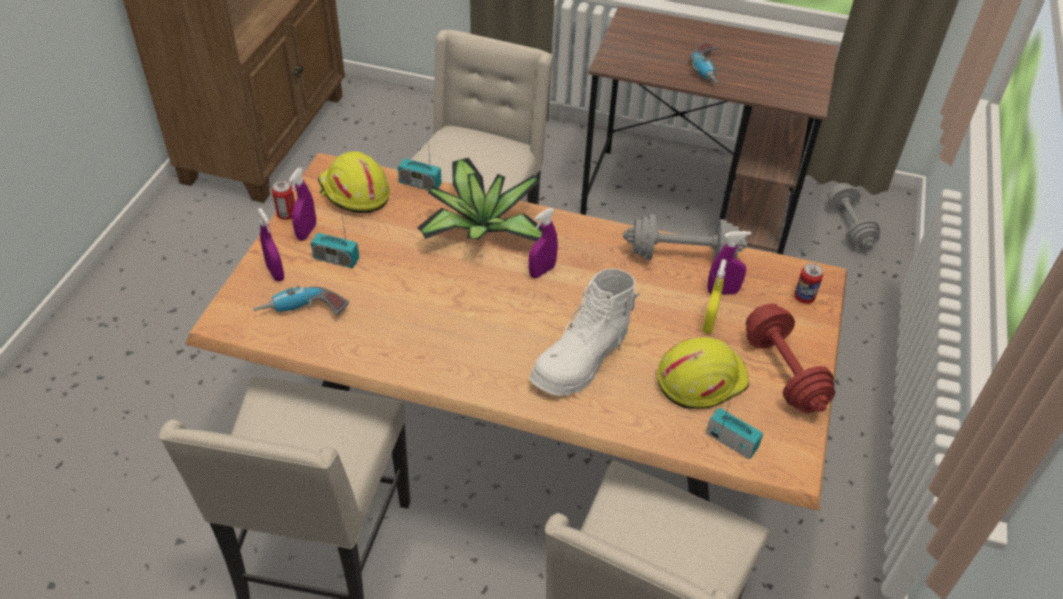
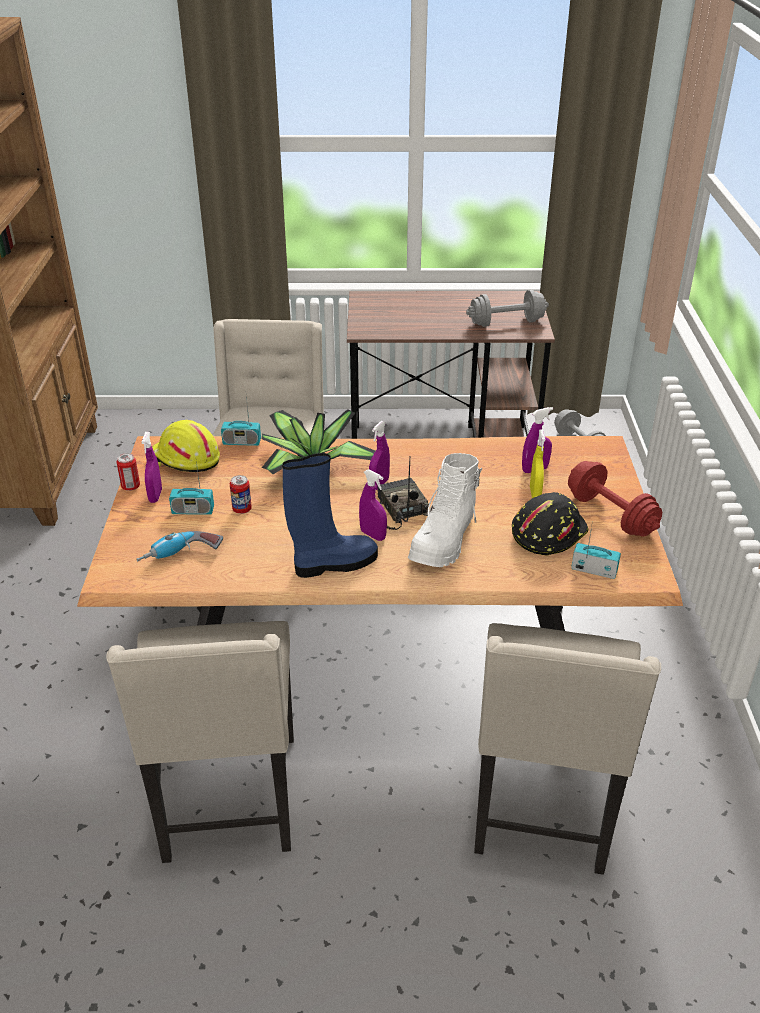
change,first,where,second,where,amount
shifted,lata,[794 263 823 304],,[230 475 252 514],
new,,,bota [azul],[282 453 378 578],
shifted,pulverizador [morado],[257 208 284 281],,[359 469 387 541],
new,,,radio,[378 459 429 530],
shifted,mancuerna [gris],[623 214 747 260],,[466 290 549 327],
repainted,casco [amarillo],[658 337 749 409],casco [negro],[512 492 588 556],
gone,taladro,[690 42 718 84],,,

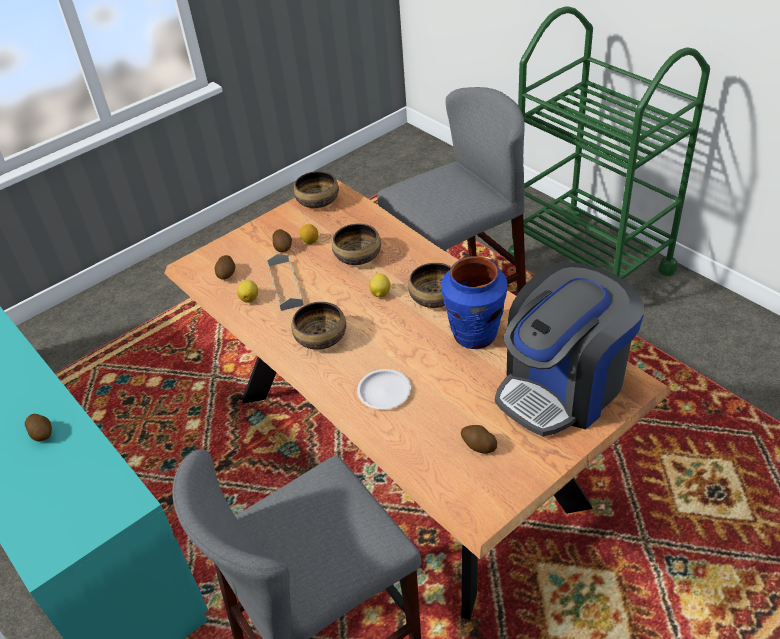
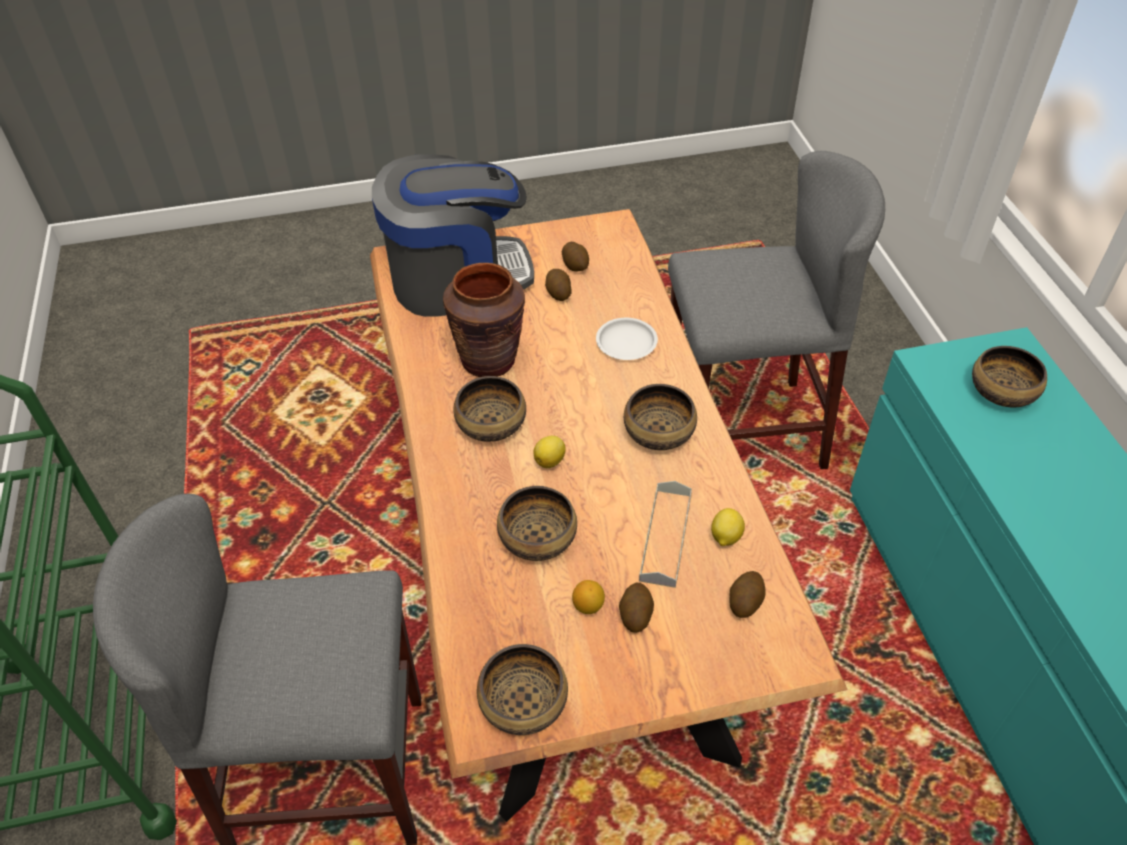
change,first,where,second,where,amount
repainted,florero [azul],[441 256 508 349],florero [marrón],[443 263 525 377],
shifted,patata,[25 414 52 441],,[545 269 572 301],
new,,,cuenco,[972 346 1047 407],

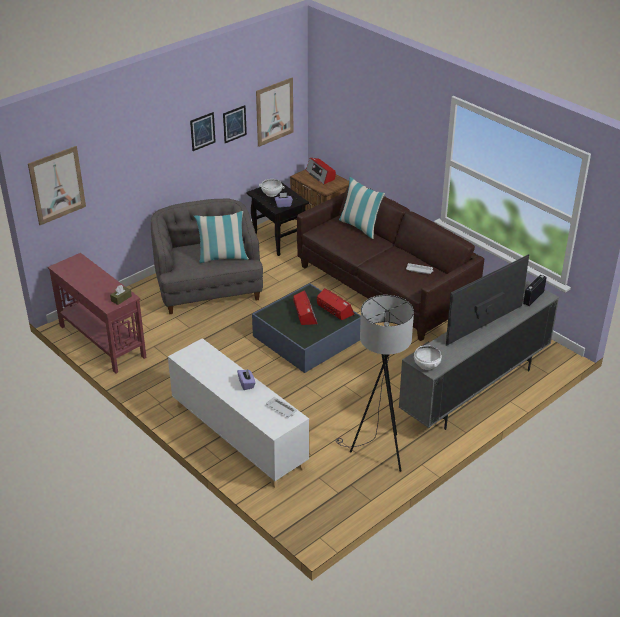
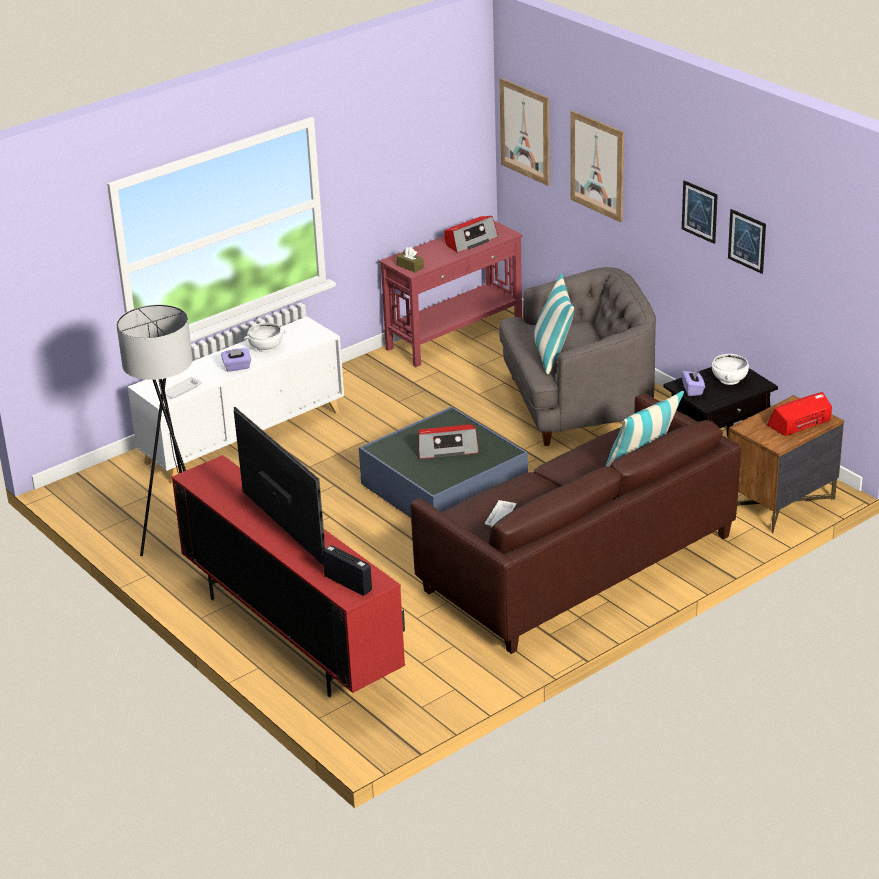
change,first,where,second,where,amount
repainted,mueble de televisión [gris],[399 281 559 430],mueble de televisión [rojo],[172 455 405 698],
shifted,cuenco [blanco],[414 345 442 370],,[244 323 286 352],
shifted,radio,[317 288 355 320],,[445 216 498 253],
shifted,cuadro,[256 78 293 147],,[570 111 624 223],

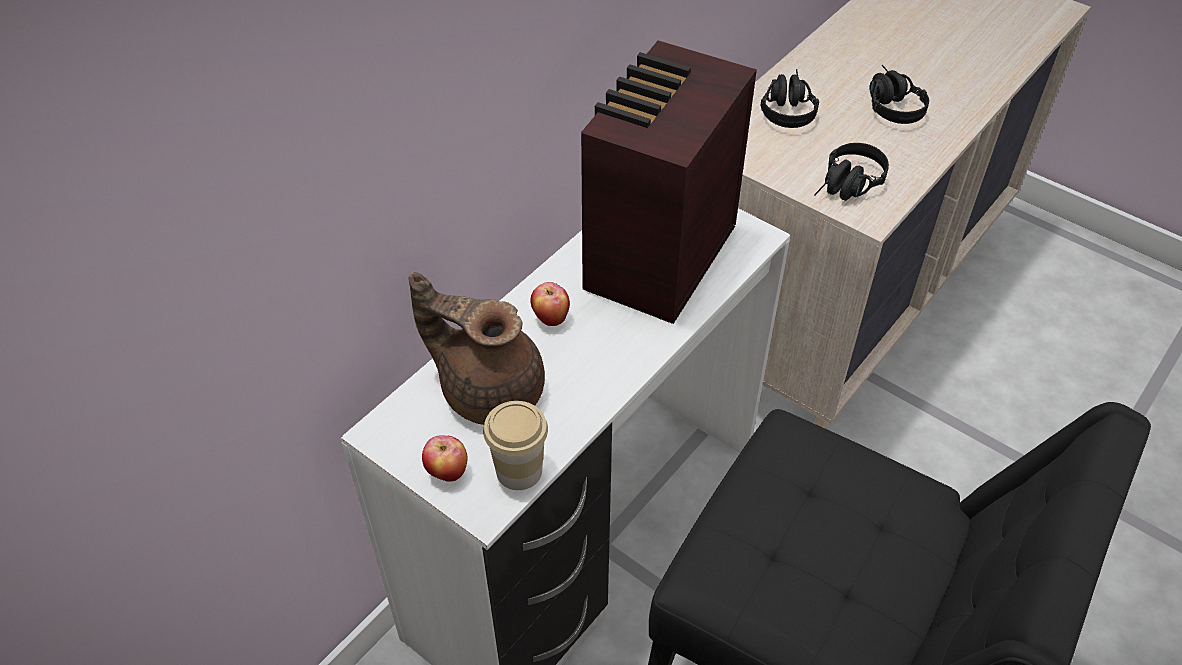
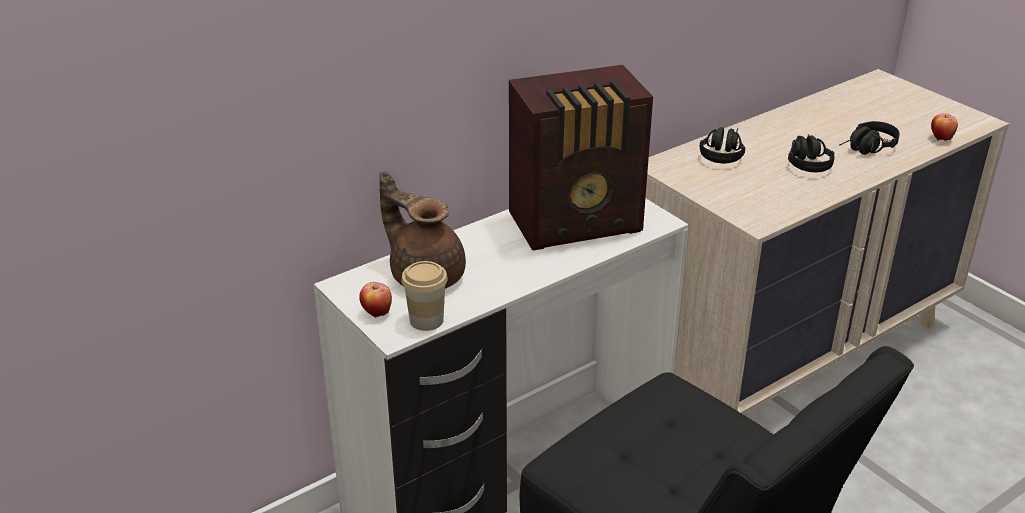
change,first,where,second,where,amount
rotated,radio,[581 40 757 324],,[509 65 653 251],150 degrees counterclockwise
shifted,auriculares [negro],[814 143 889 201],,[839 121 900 155],
shifted,manzana,[530 282 570 326],,[931 113 958 141],

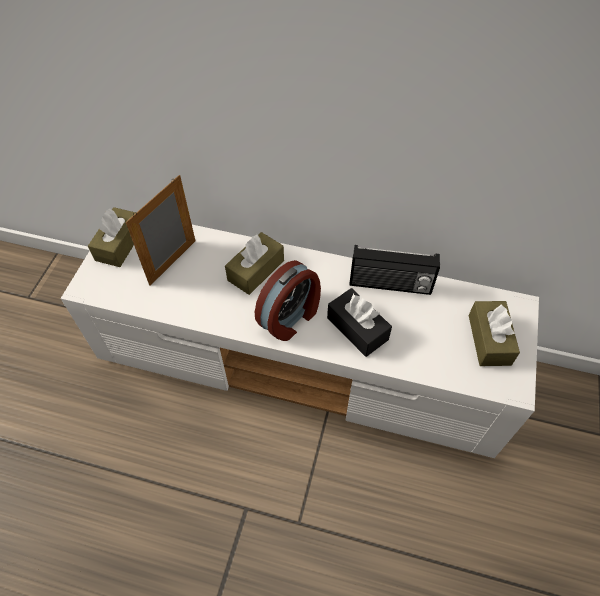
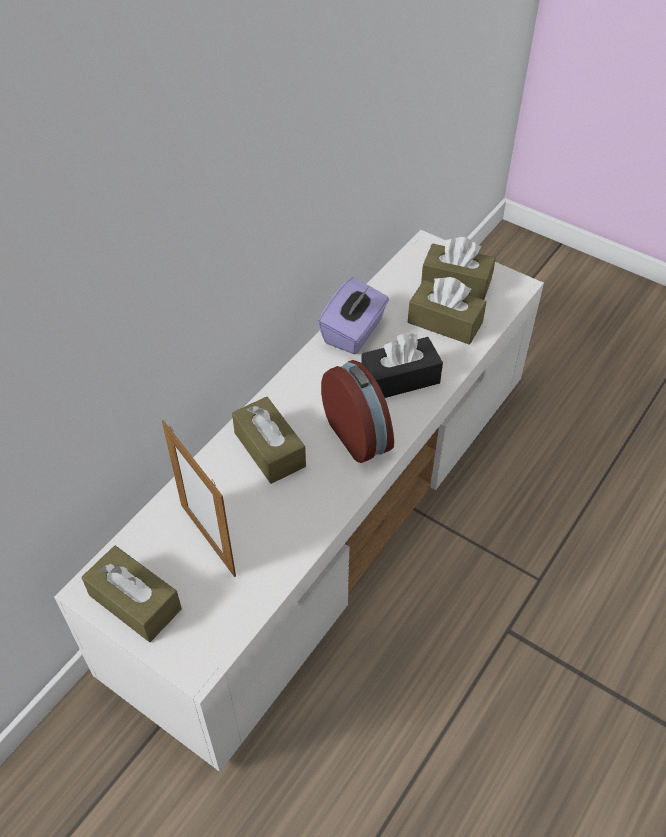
change,first,where,second,where,amount
swapped,radio,[349 245 440 295],caja de pañuelos [morado],[318 277 389 354],
new,,,caja de pañuelos [marrón],[408 277 486 345],

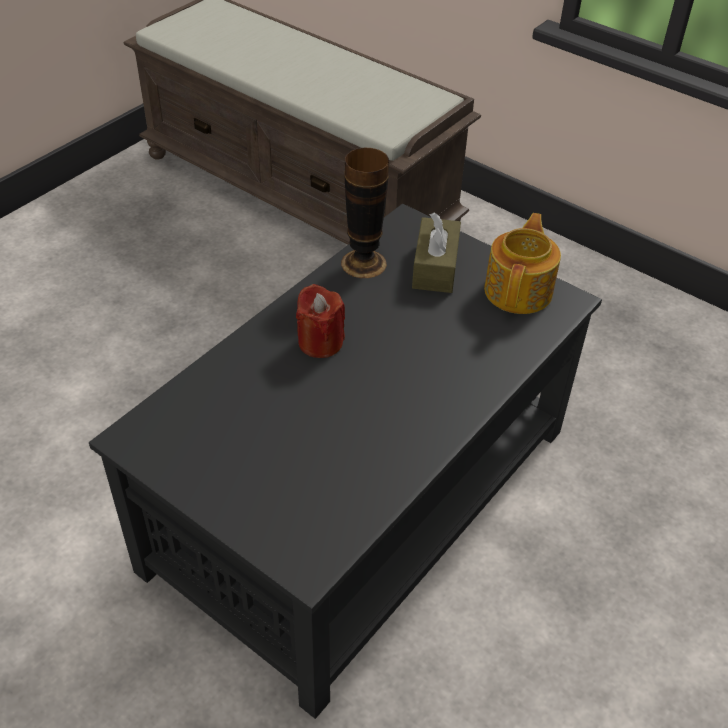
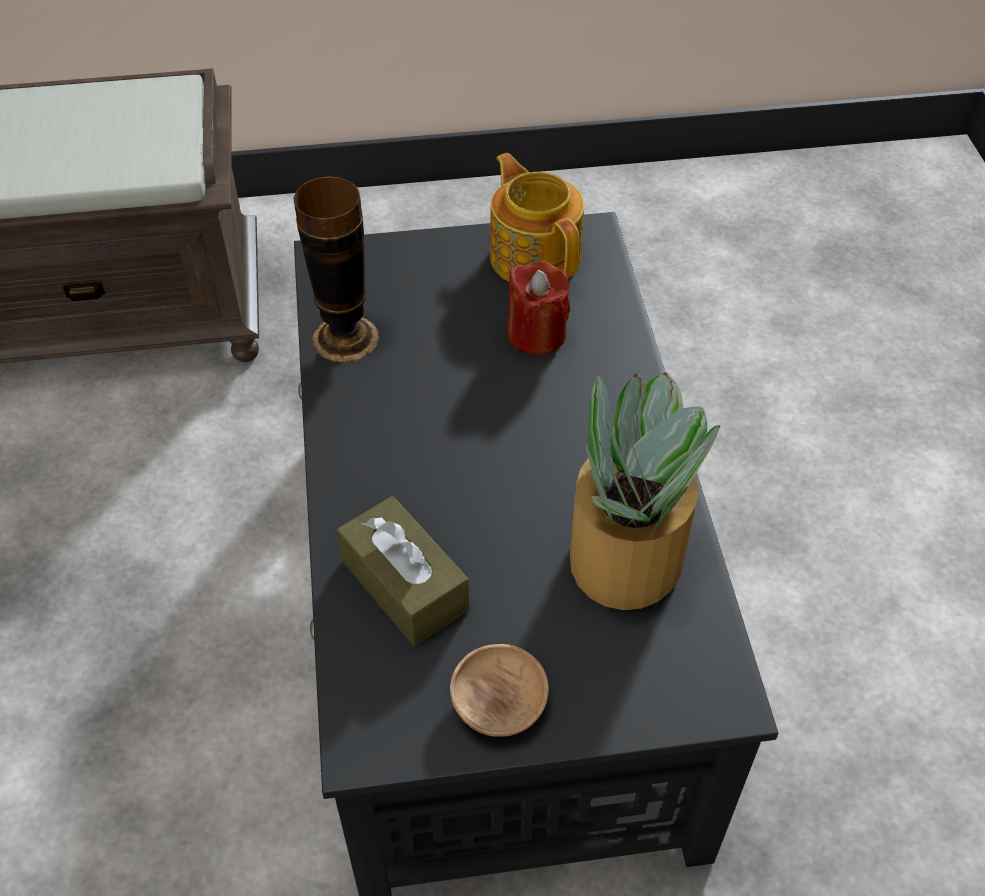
change,first,where,second,where,amount
shifted,caja de pañuelos [marrón],[412 213 461 293],,[337 496 470 646],
new,,,cuenco [marrón],[450 644 549 737],
shifted,vela [rojo],[296 284 345 358],,[506 260 570 355],
new,,,planta en maceta,[570 372 720 610],

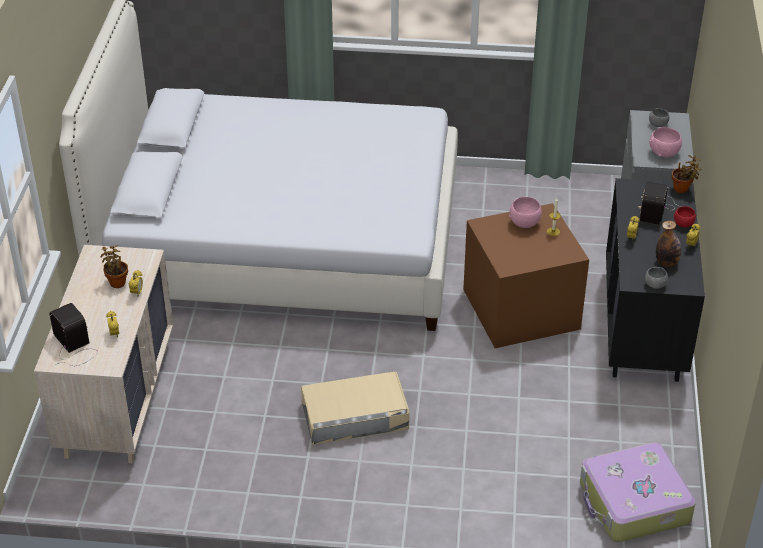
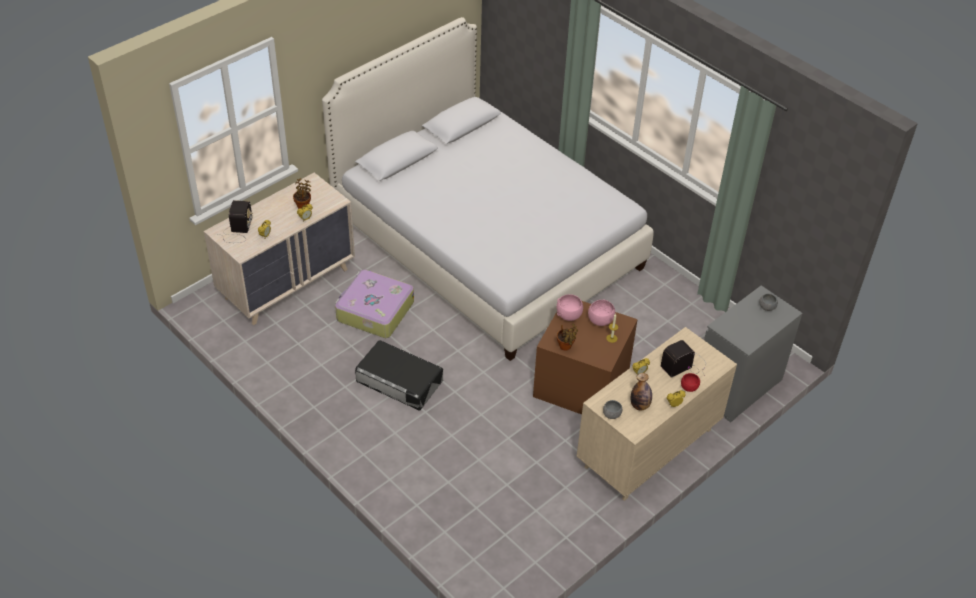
change,first,where,second,where,amount
shifted,maleta,[580 442 696 542],,[335 270 414 338],
repainted,caja de almacenaje [beis],[301 371 409 445],caja de almacenaje [negro],[355 341 443 410],
shifted,cuenco [rosa],[649 127 682 158],,[556 294 583 321],
shifted,planta en maceta,[672 155 702 193],,[557 323 578 351],
repainted,cómoda [negro],[606 178 705 382],cómoda [beis],[577 327 737 501],

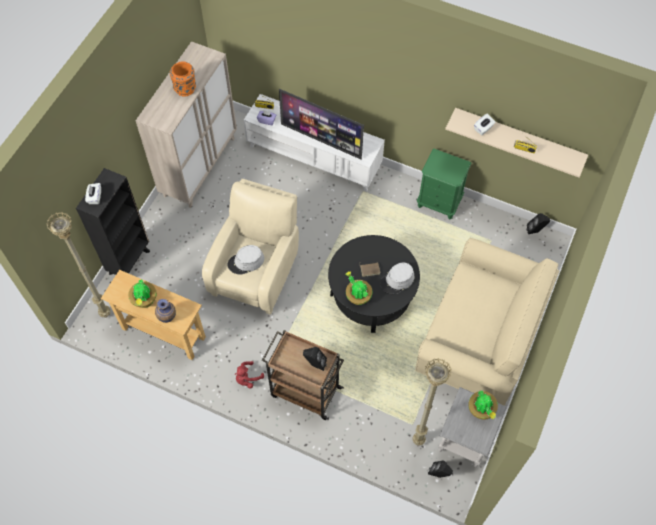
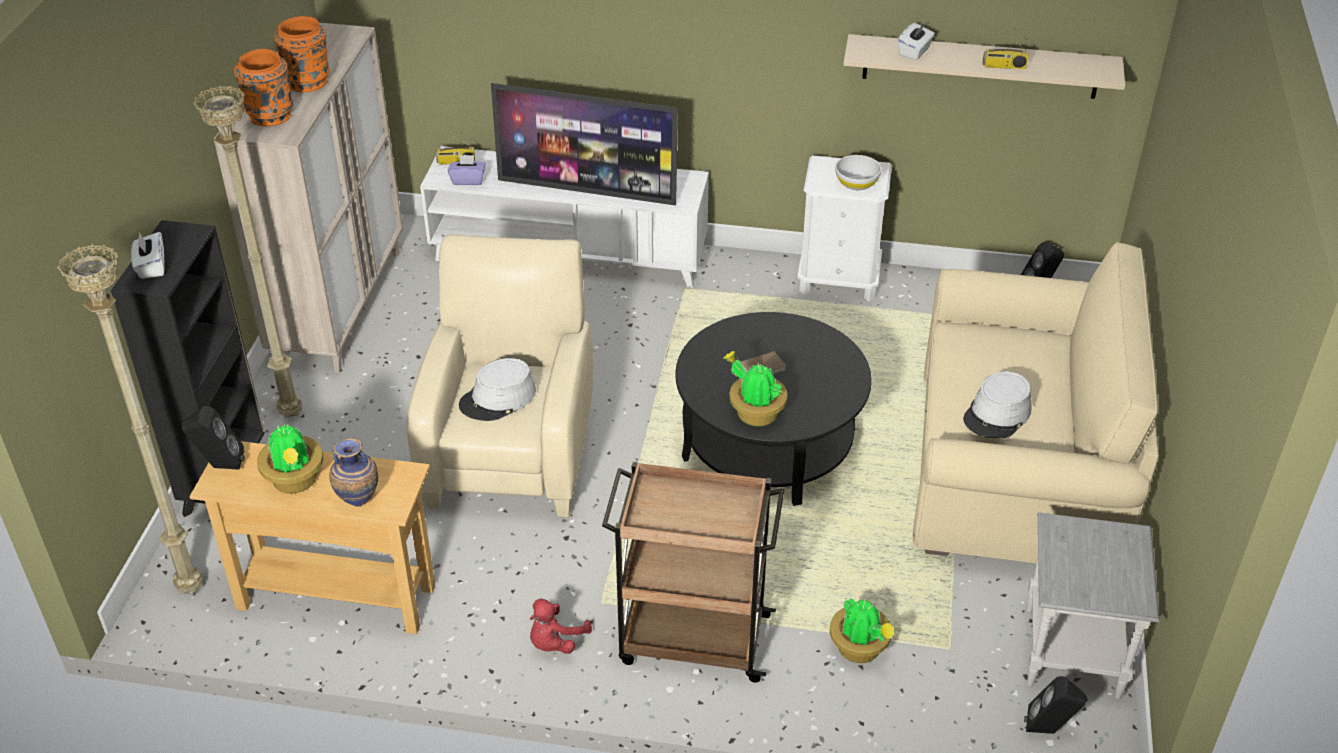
change,first,where,second,where,amount
shifted,altavoz [negro],[303 347 327 371],,[182 406 245 470],
shifted,lámpara de pie [beis],[413 358 452 445],,[193 85 302 418],
new,,,florero [naranja],[234 49 293 126],
repainted,mesita de noche [verde],[417 149 472 220],mesita de noche [blanco],[797 155 892 301],
shifted,planta en maceta,[468 390 498 420],,[830 597 894 663],
new,,,cuenco [blanco],[835 155 882 190],
shifted,sombrero [gris],[380 263 415 294],,[963 371 1031 439],

